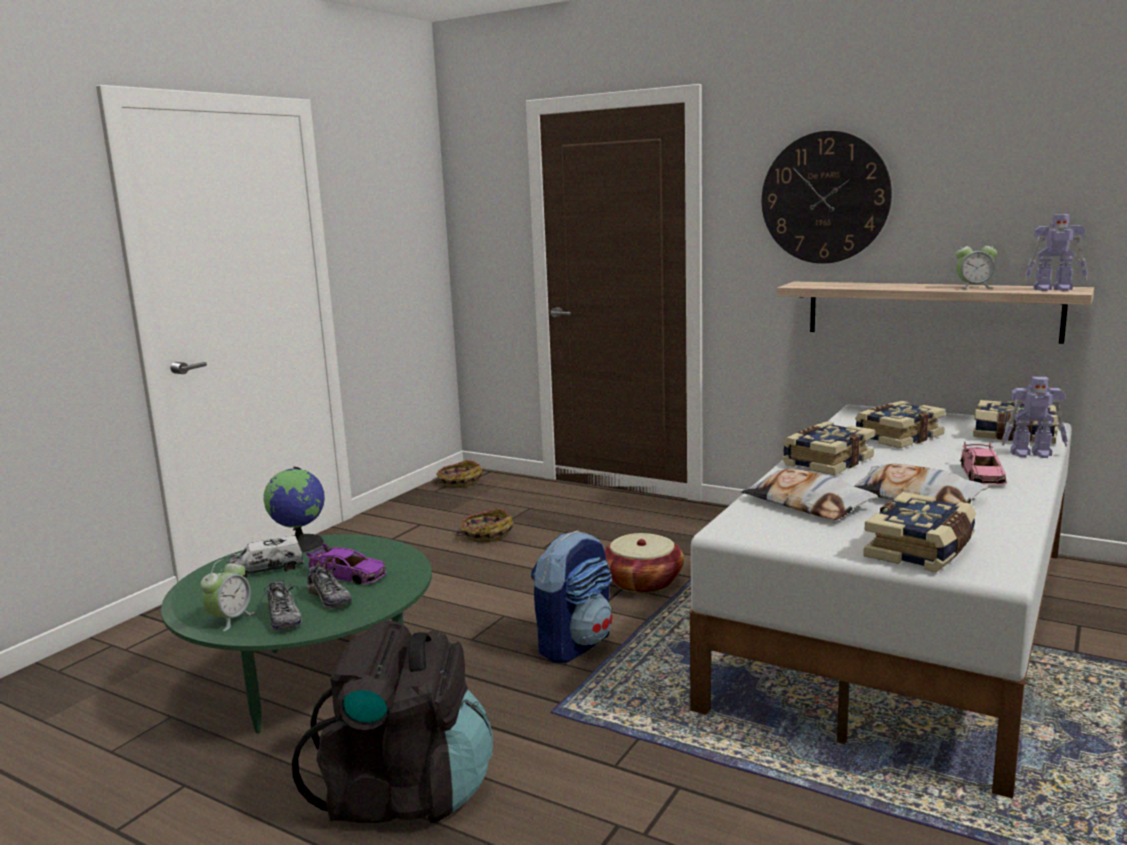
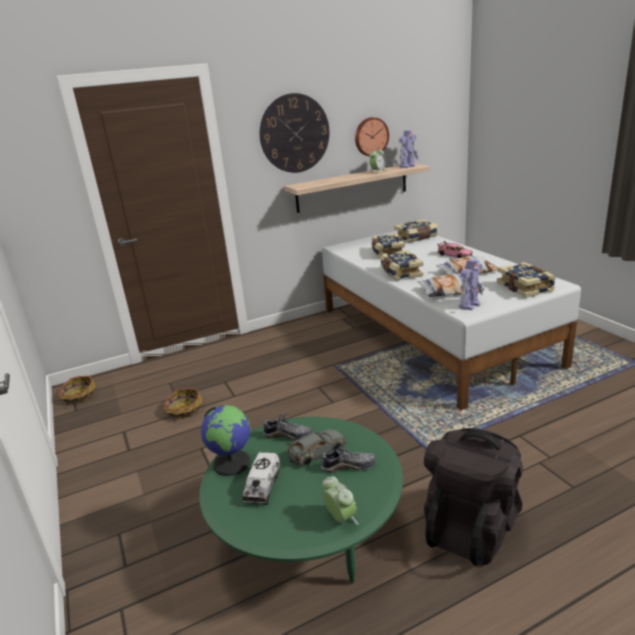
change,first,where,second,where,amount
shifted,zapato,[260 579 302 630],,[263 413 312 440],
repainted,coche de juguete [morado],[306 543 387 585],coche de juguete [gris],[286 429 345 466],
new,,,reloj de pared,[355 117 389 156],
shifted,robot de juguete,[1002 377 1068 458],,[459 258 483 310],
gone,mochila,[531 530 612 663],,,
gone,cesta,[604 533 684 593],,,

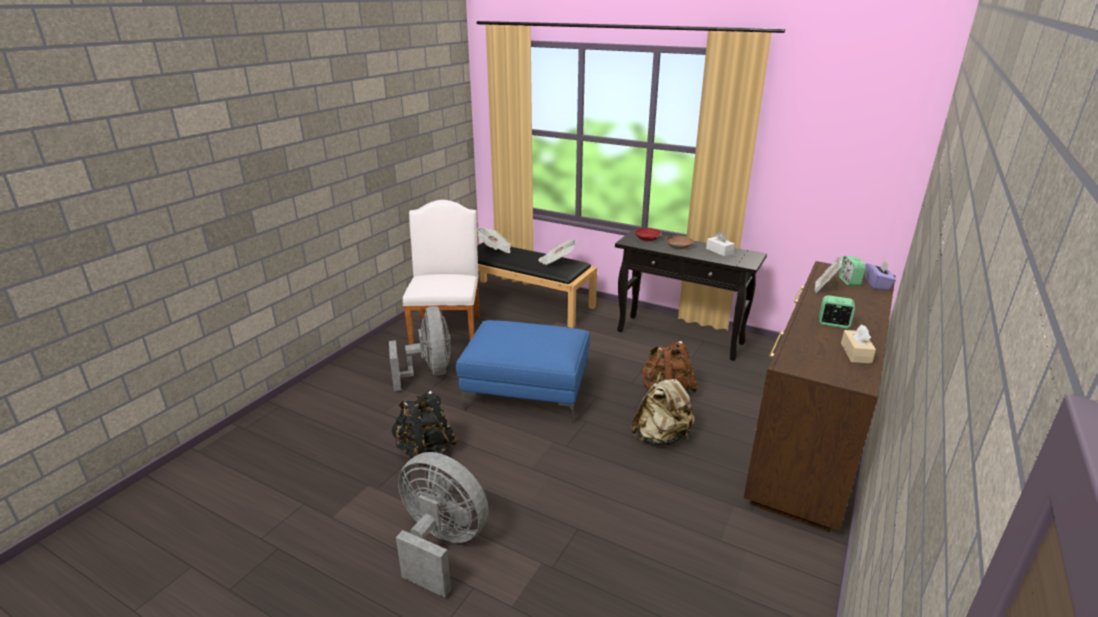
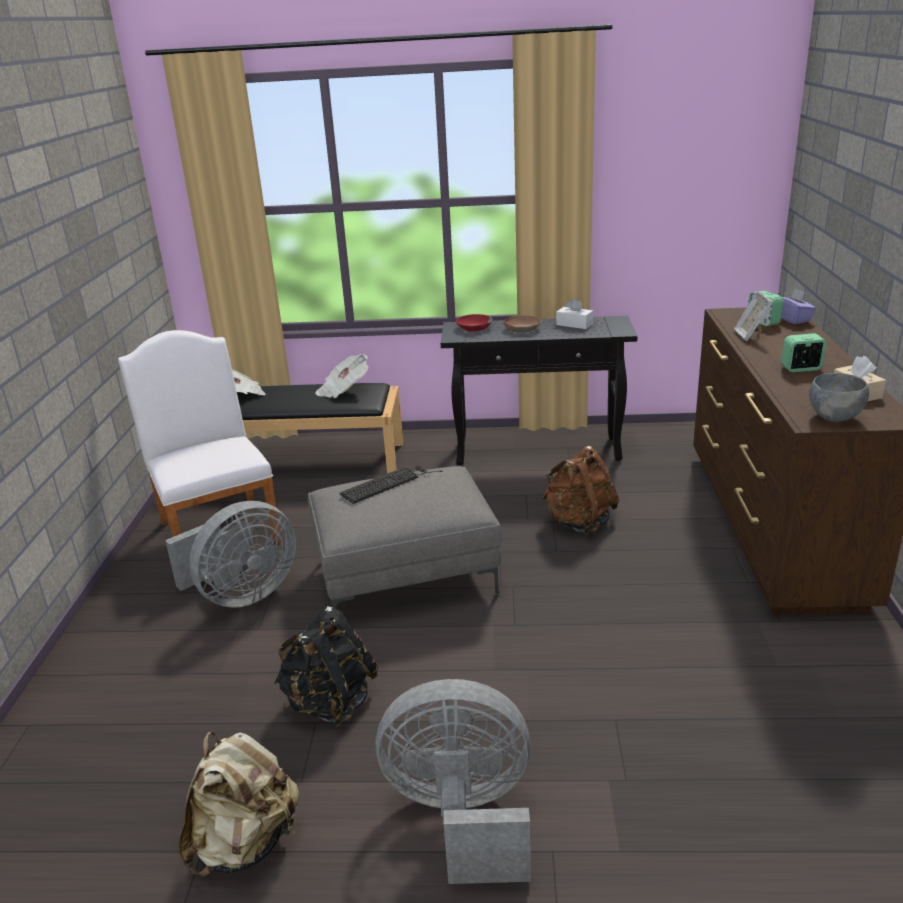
change,first,where,second,where,amount
rotated,ventilador [gris],[389 306 451 391],,[165 501 296 608],90 degrees clockwise
shifted,mochila [beis],[631 372 695 445],,[178 732 299 877],
repainted,puf [azul],[456 320 590 424],puf [gris],[308 466 502 609],
new,,,teclado,[340 466 443 504],
new,,,cuenco [gris],[809 373 869 422],

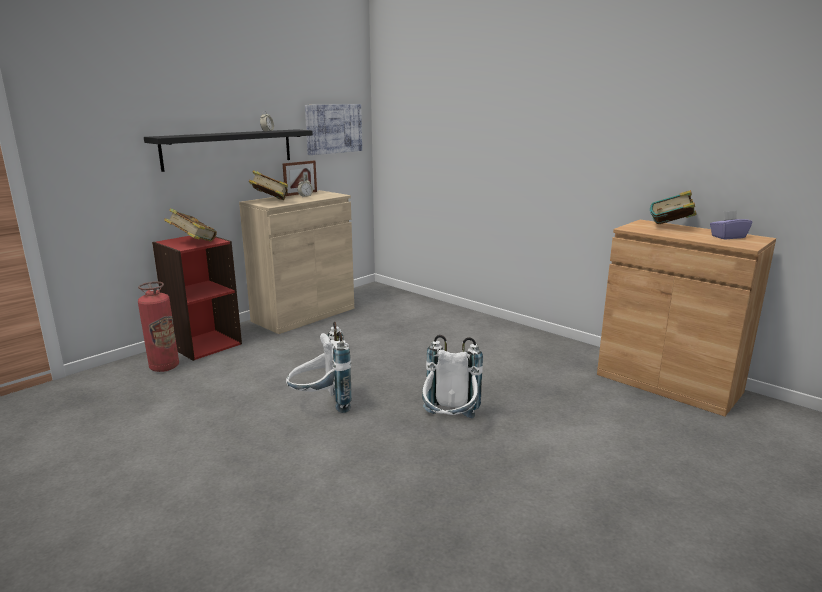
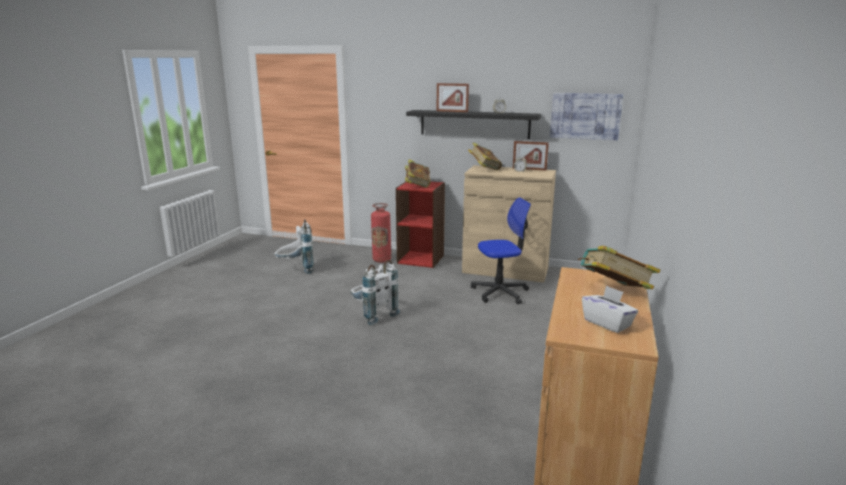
change,first,where,second,where,amount
shifted,mochila [blanco],[422 335 483 418],,[275 219 314 274],
new,,,portarretratos,[437 83 469 112],
new,,,silla de oficina,[471 197 531 304],
repainted,caja de pañuelos [morado],[710 211 752 239],caja de pañuelos [blanco],[582 285 638 333],

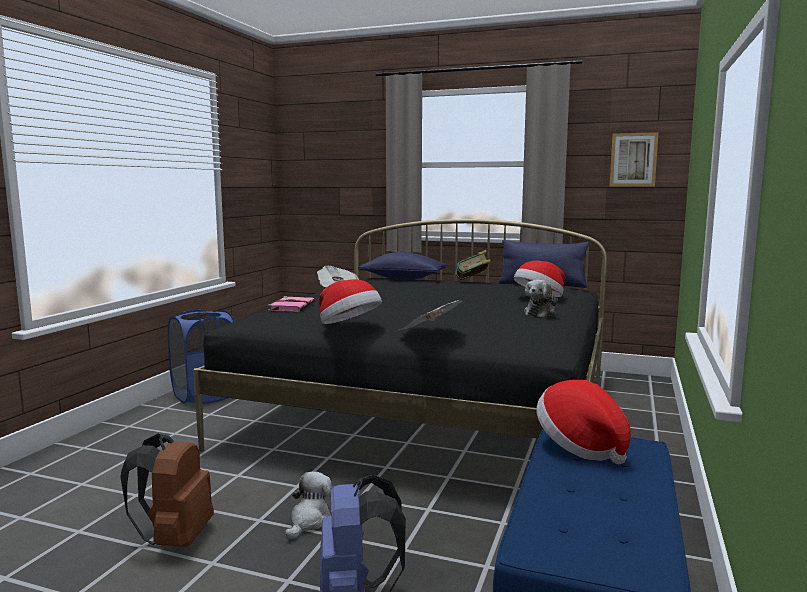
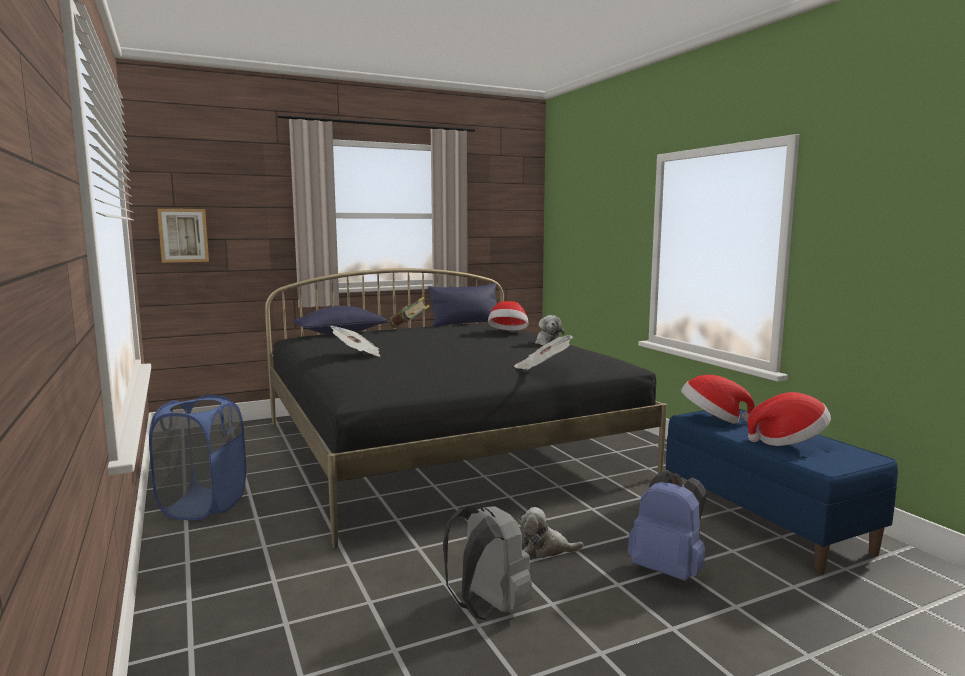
change,first,where,second,where,amount
shifted,cuadro,[610 132 659 186],,[157 209 209 263],
repainted,mochila [marrón],[120 434 214 547],mochila [gris],[443 505 532 620],
rotated,peluche,[285 472 332 540],,[519 507 584 558],60 degrees counterclockwise
shifted,sombrero,[319 279 382 324],,[747 392 831 446],
gone,libro [rosa],[268 296 315 312],,,

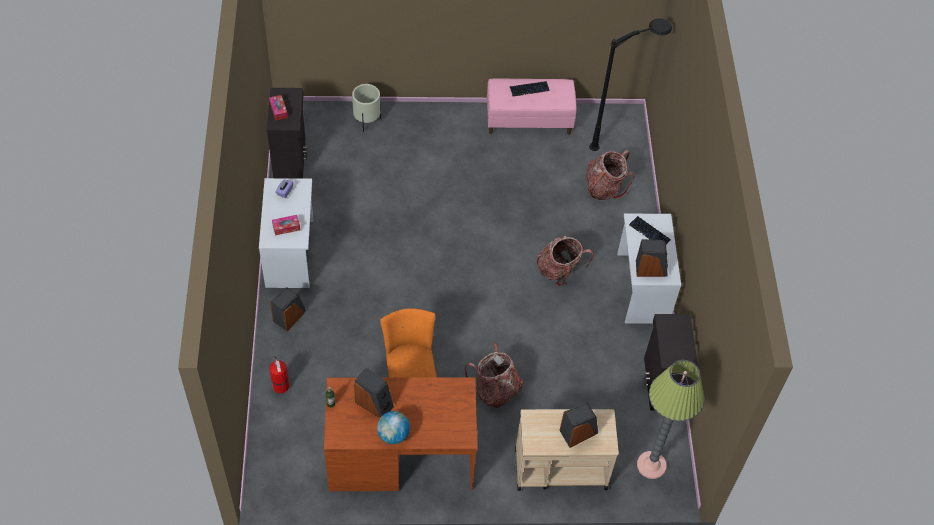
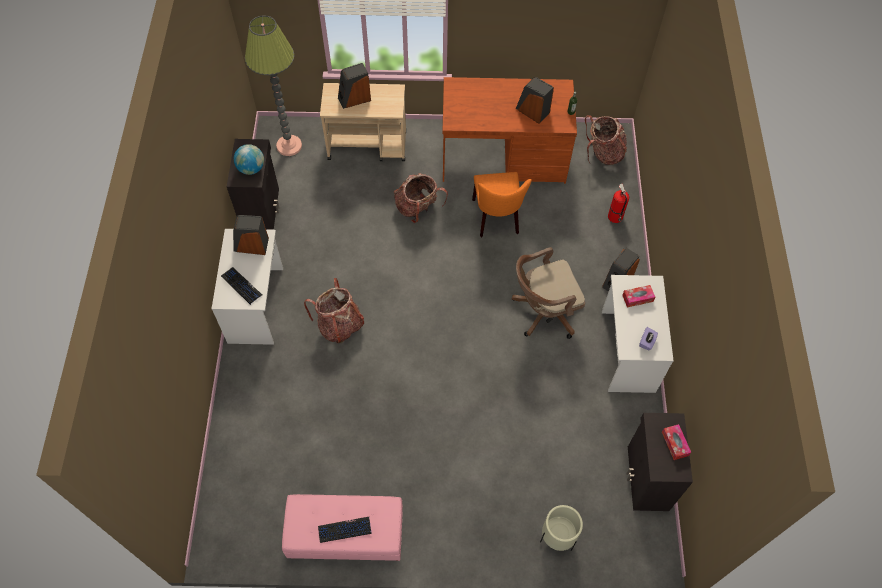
change,first,where,second,where,amount
shifted,globo terráqueo,[377 411 410 444],,[234 144 264 175],
new,,,silla de oficina [marrón],[512 247 585 339],
shifted,mochila,[586 150 635 200],,[585 115 627 165],
gone,lámpara de pie [negro],[589 18 672 151],,,

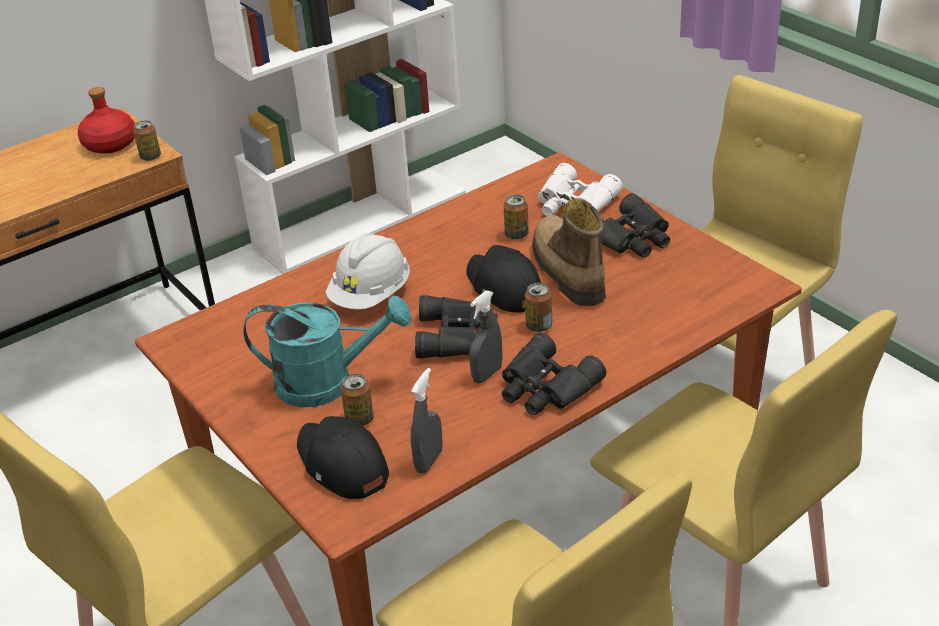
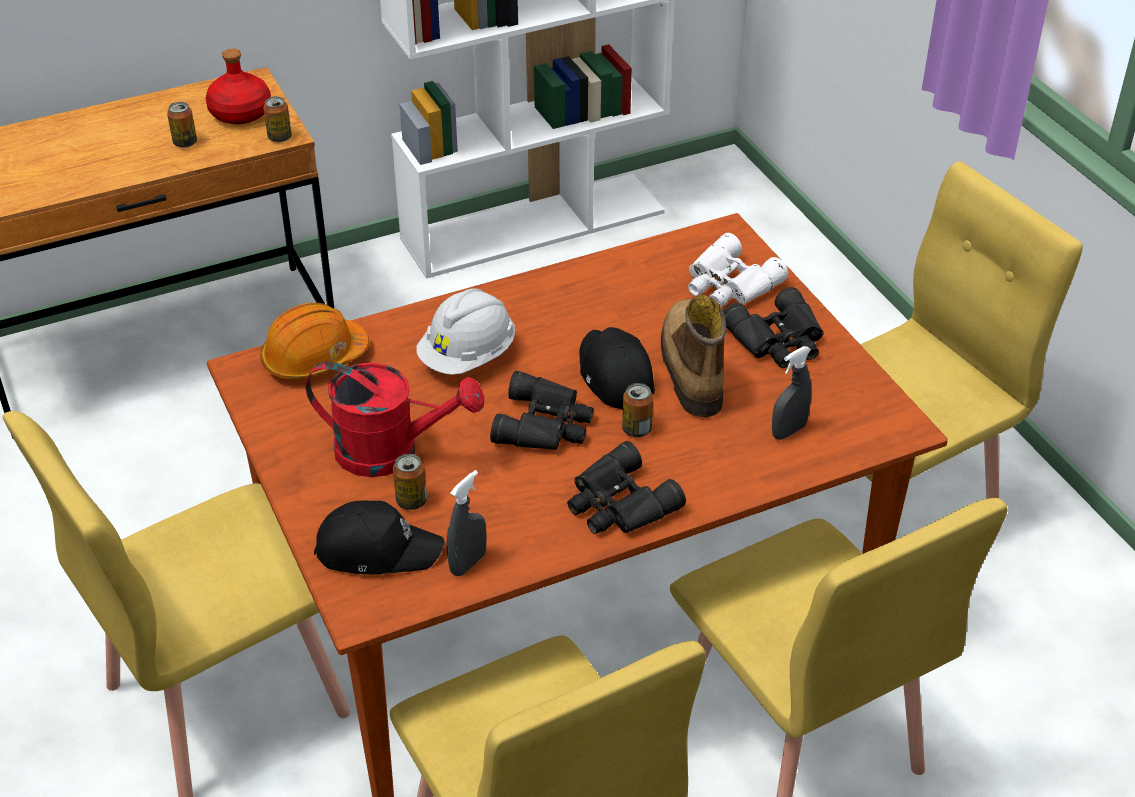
change,first,where,second,where,amount
shifted,lata,[504 195 529 240],,[167 102 197 148],
new,,,casco [naranja],[260 302 369 379],
repainted,regadera [turquesa],[243 296 412 407],regadera [rojo],[306 362 484 477],
rotated,gorra [negro],[297 416 389 499],,[314 501 445 574],120 degrees clockwise
shifted,pulverizador [gris],[469 291 502 383],,[772 346 811 440],

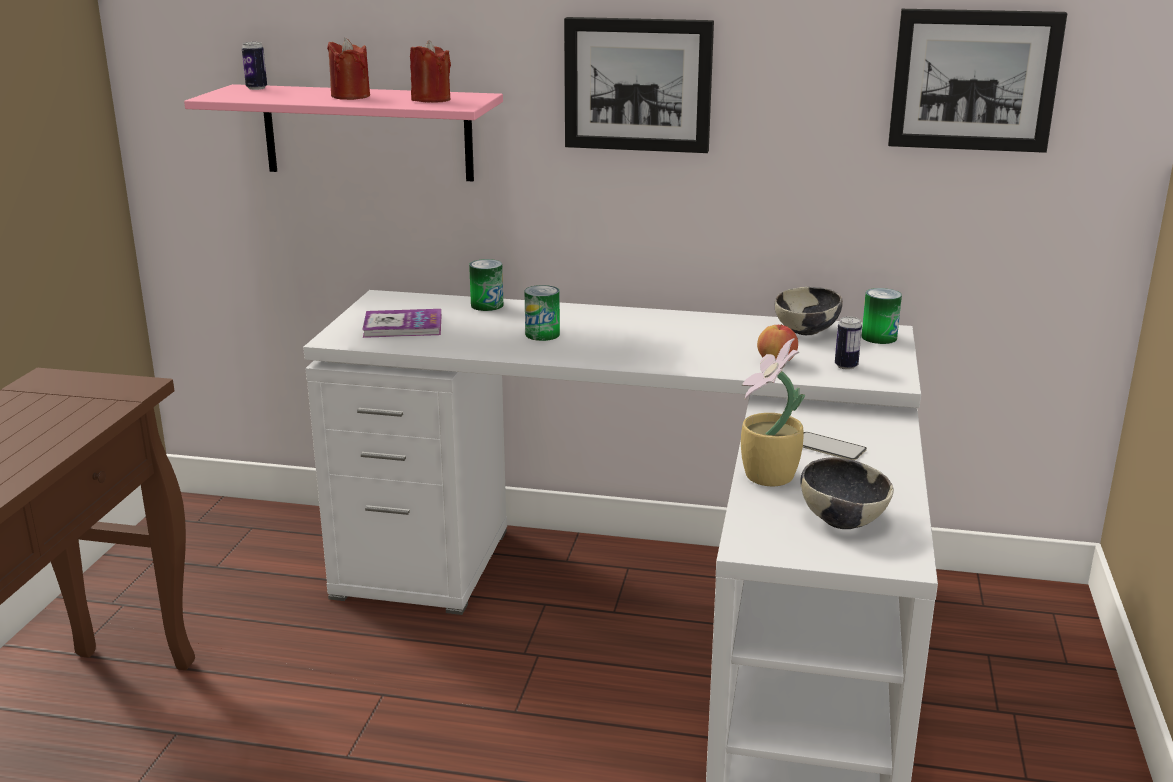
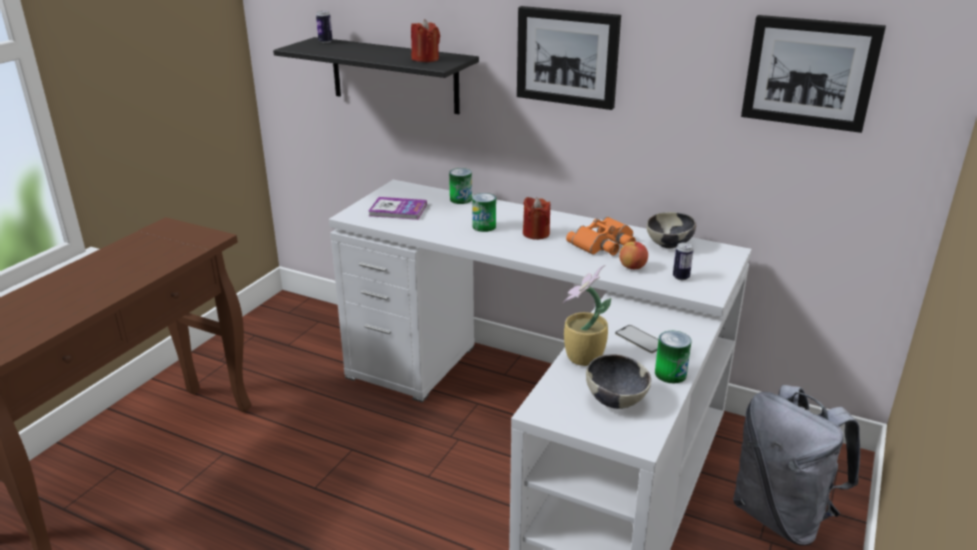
change,first,where,second,where,amount
repainted,estante [rosa],[184 84 503 181],estante [negro],[273 37 479 114],
shifted,vela [rojo],[327 38 370 100],,[523 197 550 240],
new,,,prismáticos [naranja],[566 217 636 255],
shifted,lata,[861 288 902 344],,[655 331 692 383],
new,,,mochila [gris],[733 385 860 546],

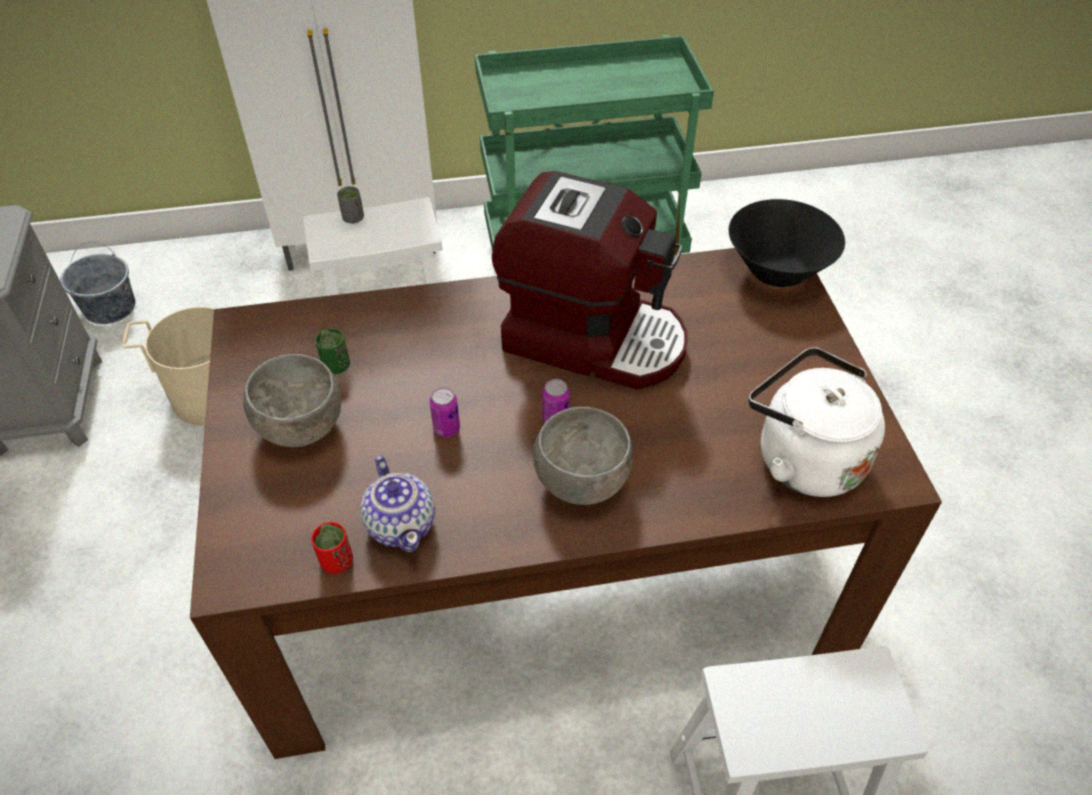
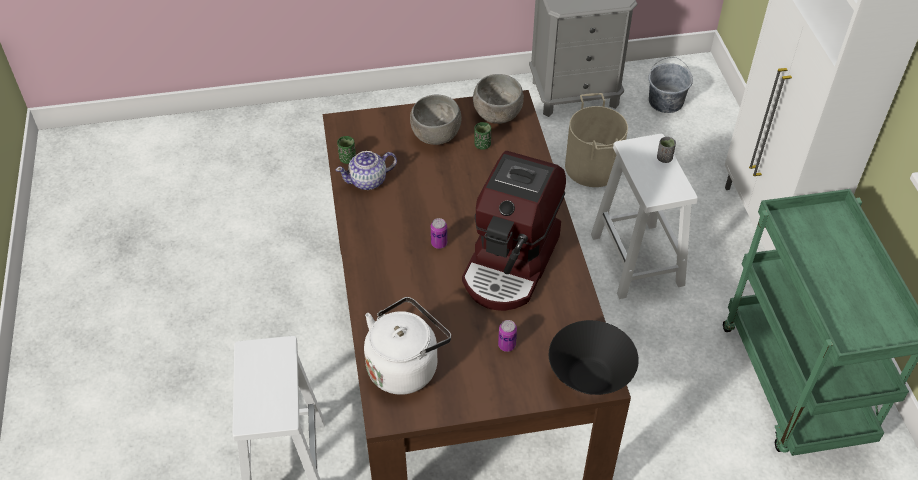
change,first,where,second,where,amount
repainted,taza [rojo],[311 522 353 574],taza [verde],[337 136 356 164],
shifted,cuenco [gris],[533 407 633 505],,[473 74 524 124],
shifted,lata,[429 387 460 437],,[498 320 517 352],

